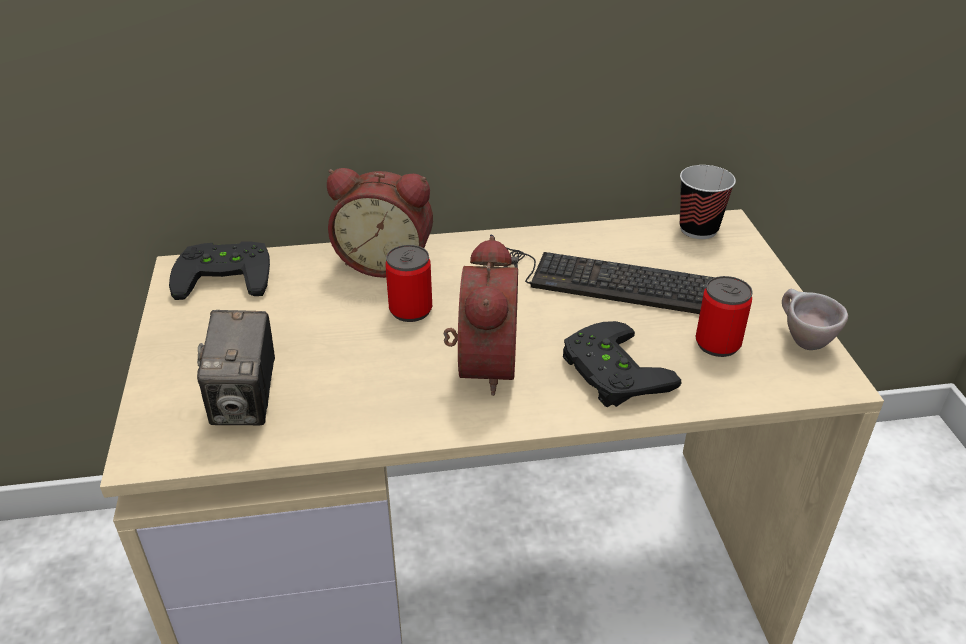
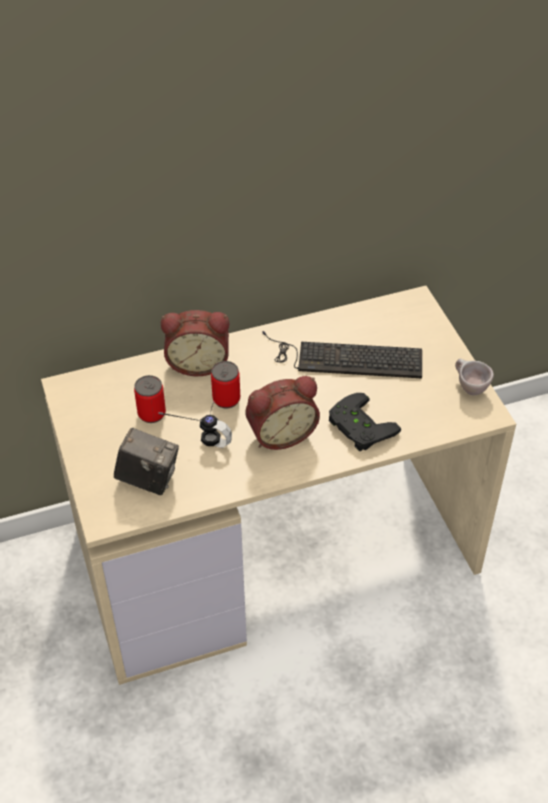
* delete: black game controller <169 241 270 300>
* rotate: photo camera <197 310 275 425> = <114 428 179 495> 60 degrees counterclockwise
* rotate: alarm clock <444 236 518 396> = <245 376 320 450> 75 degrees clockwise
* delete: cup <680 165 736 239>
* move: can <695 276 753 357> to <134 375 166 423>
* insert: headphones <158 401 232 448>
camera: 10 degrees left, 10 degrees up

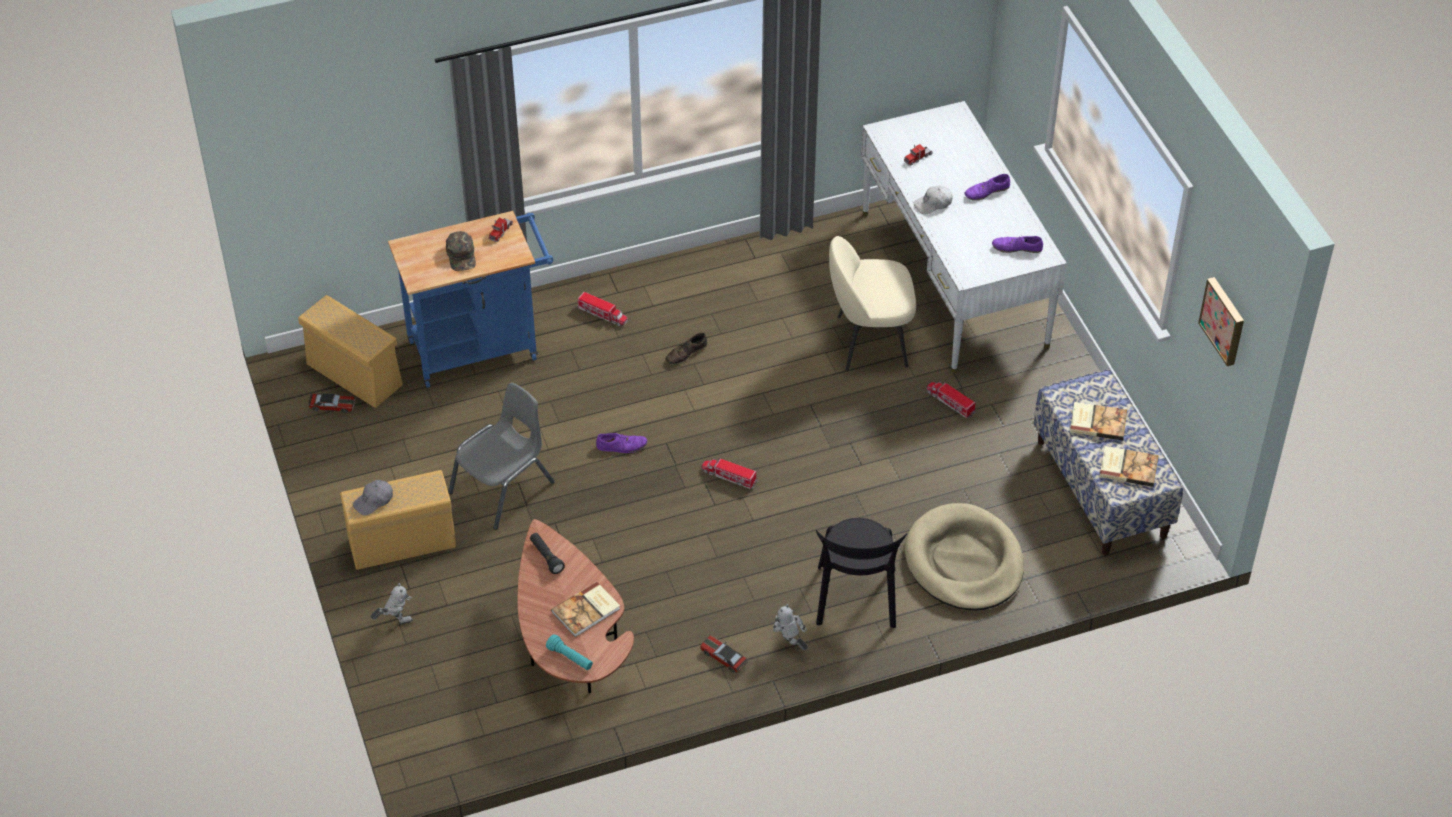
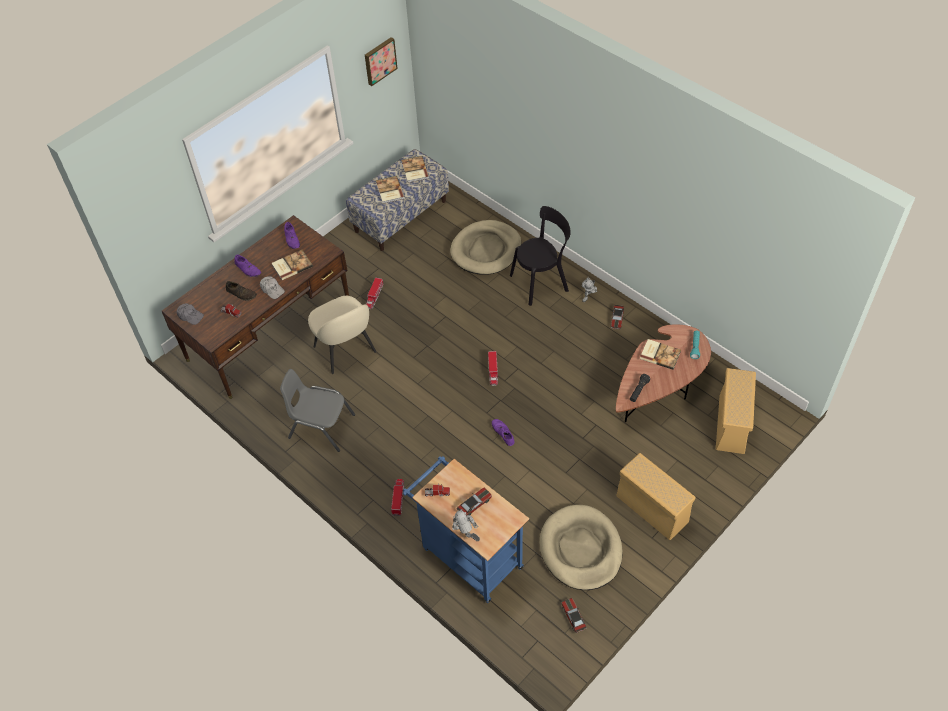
* move: beige storage box <298 295 403 408> to <716 368 756 454>
* move: grey cap <353 480 393 516> to <177 303 204 325>
* move: toy robot <371 583 412 624> to <452 509 480 541>
* replace: green cap <446 231 476 271> to toy car <457 488 492 516>
* move: grey chair <448 383 555 530> to <280 369 355 452>
* move: brown shoe <666 333 707 365> to <226 281 257 301>
* recolor: white desk <861 101 1067 373> to brown desk <162 215 349 399>
* insert: book <272 250 313 280>
* insert: beige dog bed <540 505 623 590>
camera: 115 degrees left, 5 degrees up

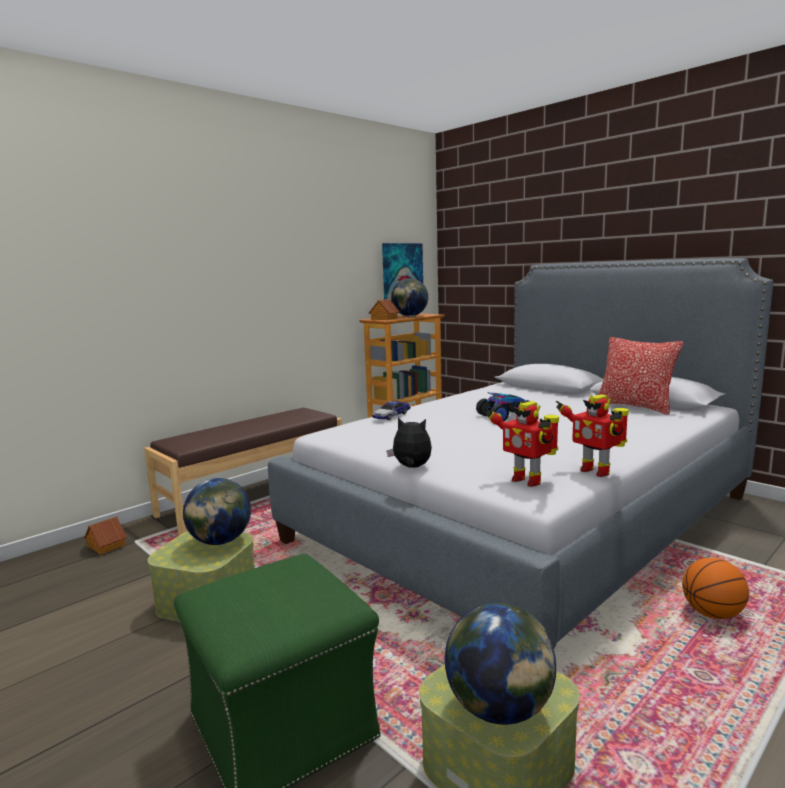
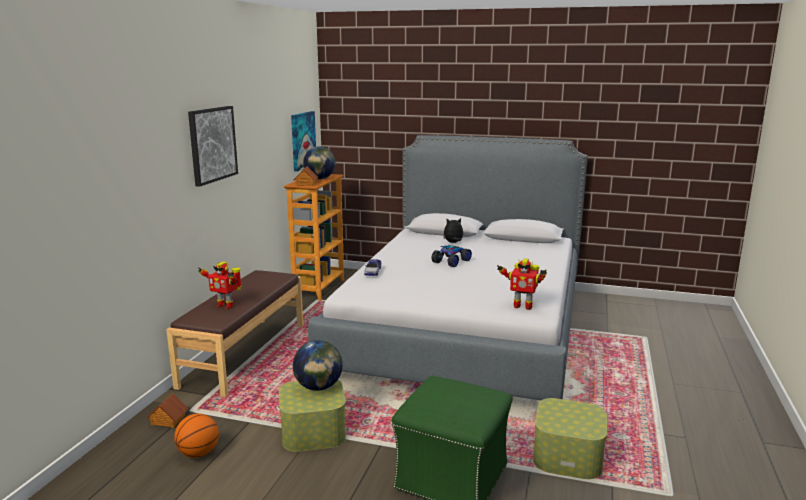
* move: plush toy <387 417 432 468> to <443 218 463 243>
* delete: globe <445 603 556 725>
* move: toy robot <556 394 629 477> to <198 261 242 309>
* delete: pillow <598 337 684 415>
* move: basketball <682 557 749 619> to <174 413 219 458>
* insert: picture <188 106 238 187>
camera: 30 degrees left, 5 degrees up

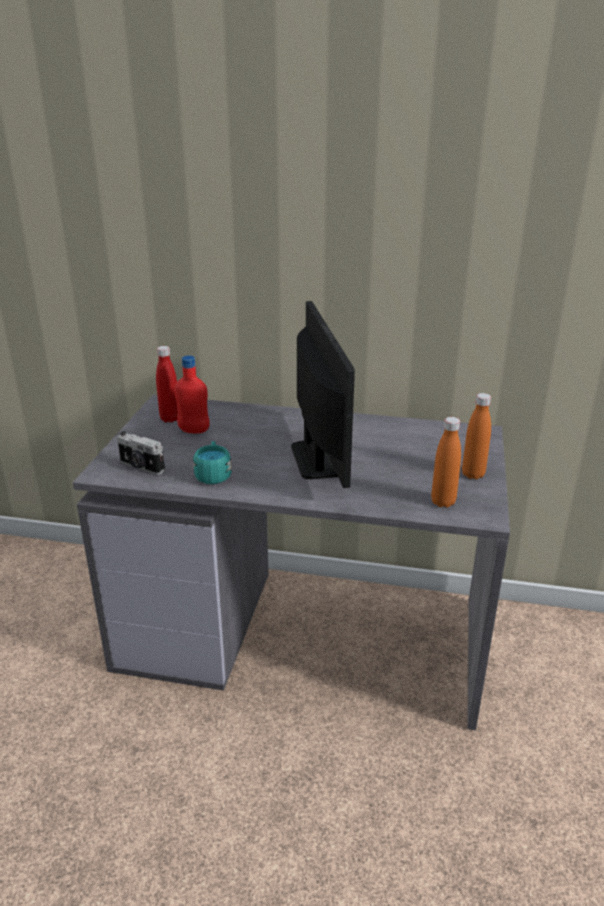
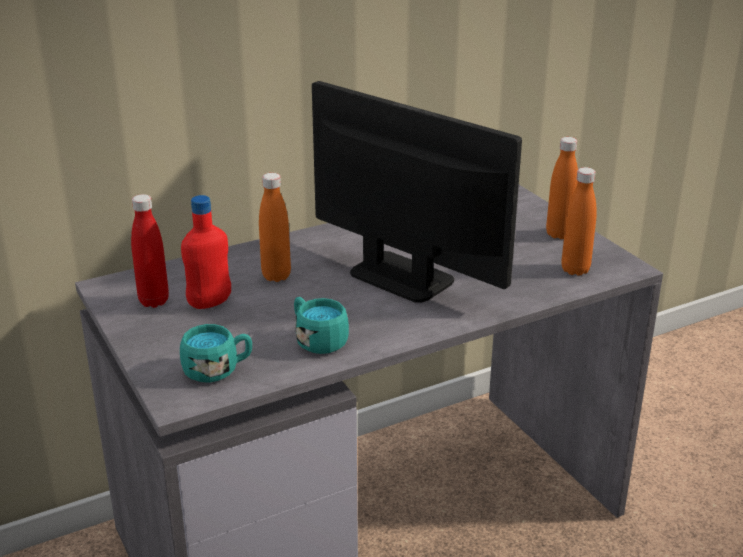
* replace: photo camera <117 431 165 475> to turquoise mug <180 324 252 382>
* insert: orange bottle <259 173 291 282>
camera: 40 degrees left, 0 degrees up

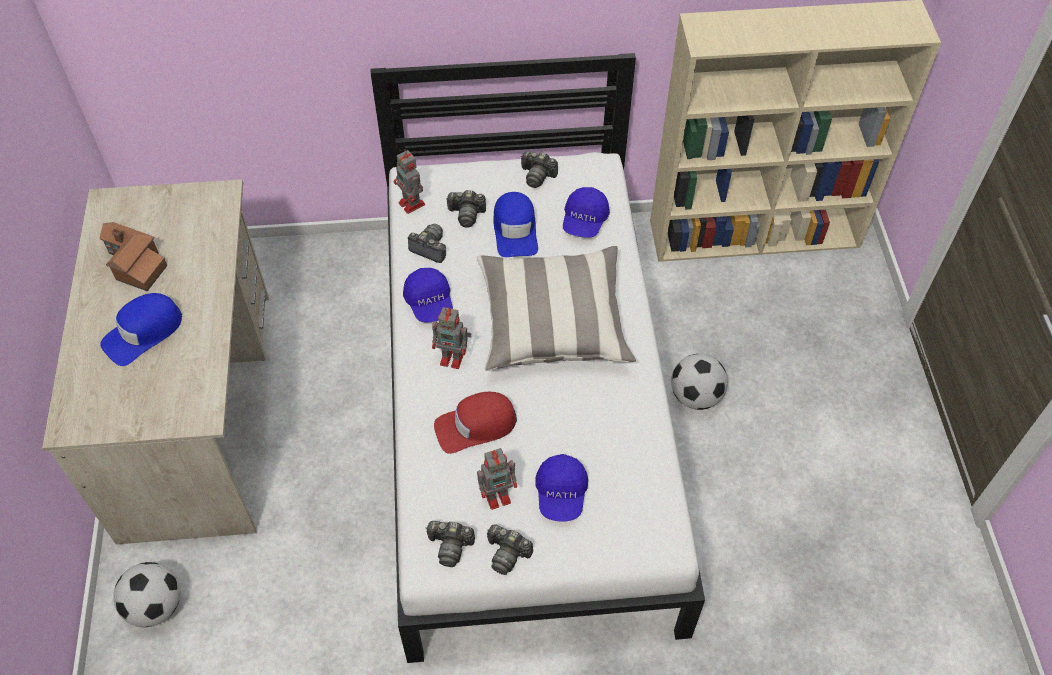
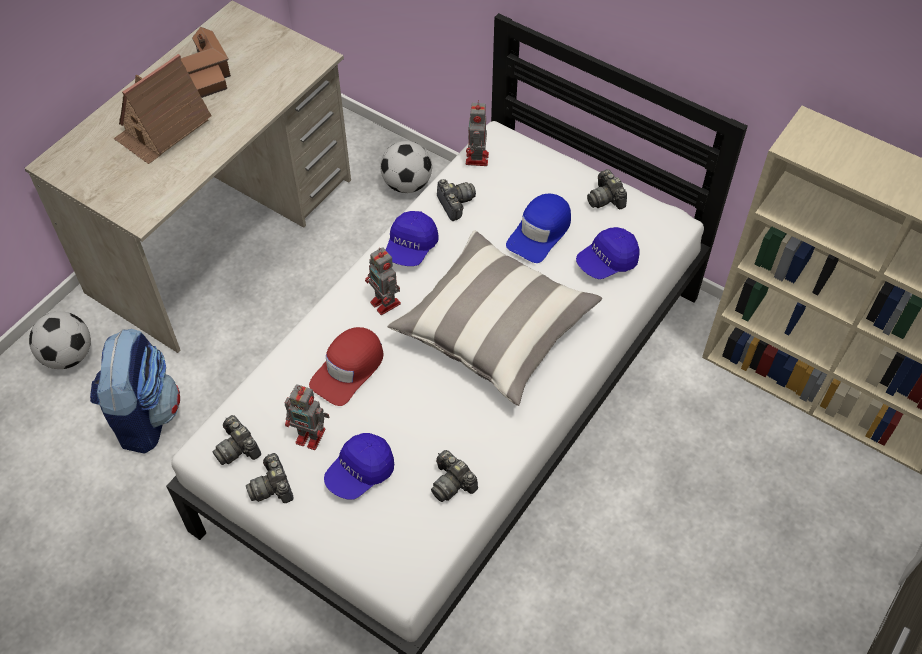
* replace: blue cap <100 293 182 366> to toy house <114 54 211 164>
* rotate: red cap <434 392 517 454> = <309 327 384 406> 75 degrees counterclockwise
* move: photo camera <446 190 486 228> to <431 450 478 502>
* move: football <671 354 728 410> to <380 141 432 193>
* insert: backpack <90 329 180 454>
camera: 40 degrees right, 0 degrees up

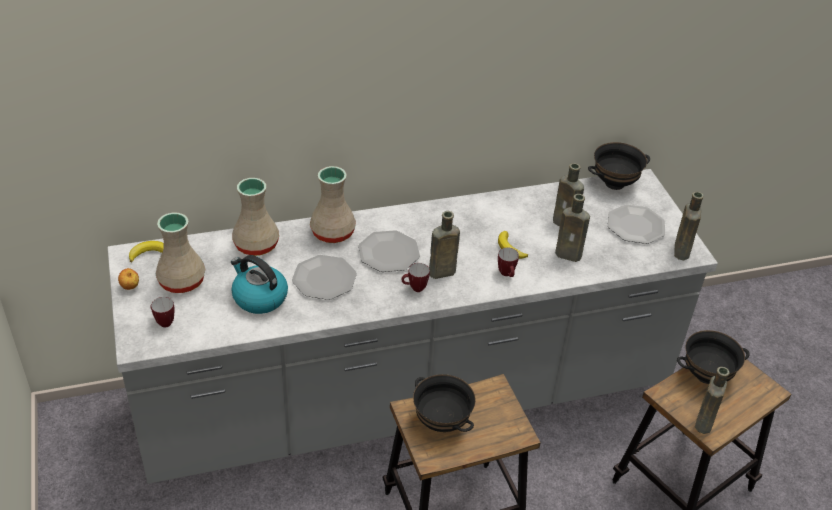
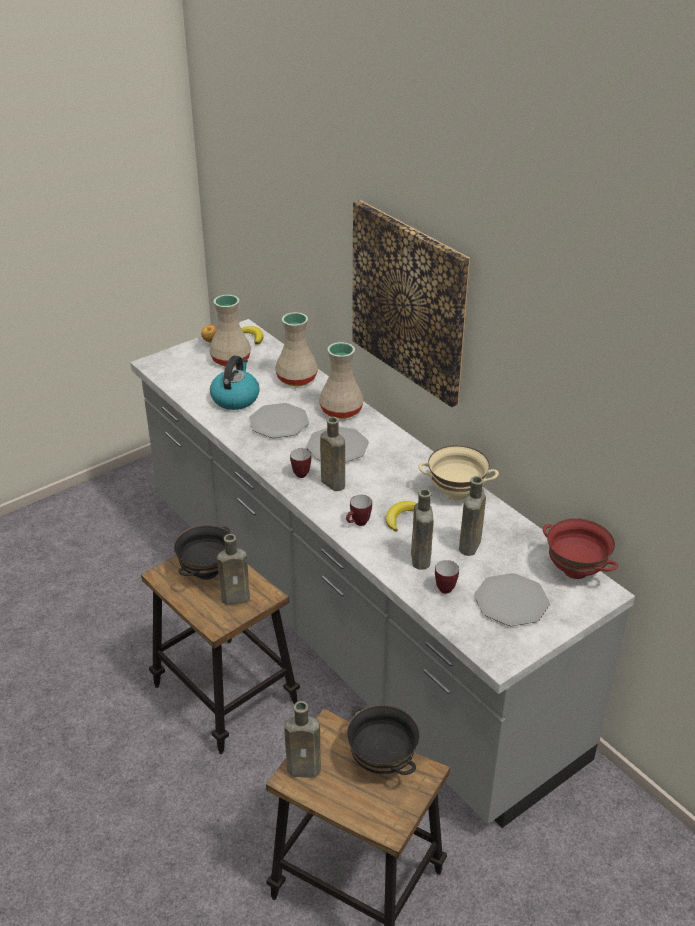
* move: mug <150 297 175 328> to <435 560 459 594>
* recolor: black bowl <588 142 650 190> to red bowl <543 518 618 579>
* move: brown bottle <674 192 704 260> to <217 534 250 605>
* insert: picture <352 200 470 407>
* insert: beige bowl <418 445 499 500>
camera: 70 degrees right, 5 degrees down

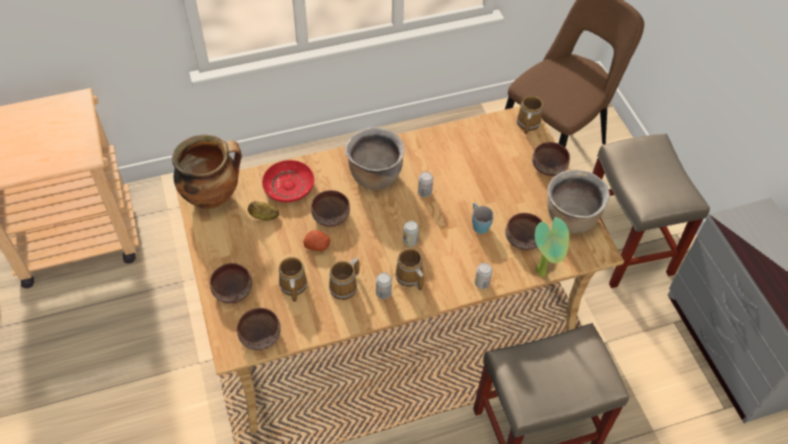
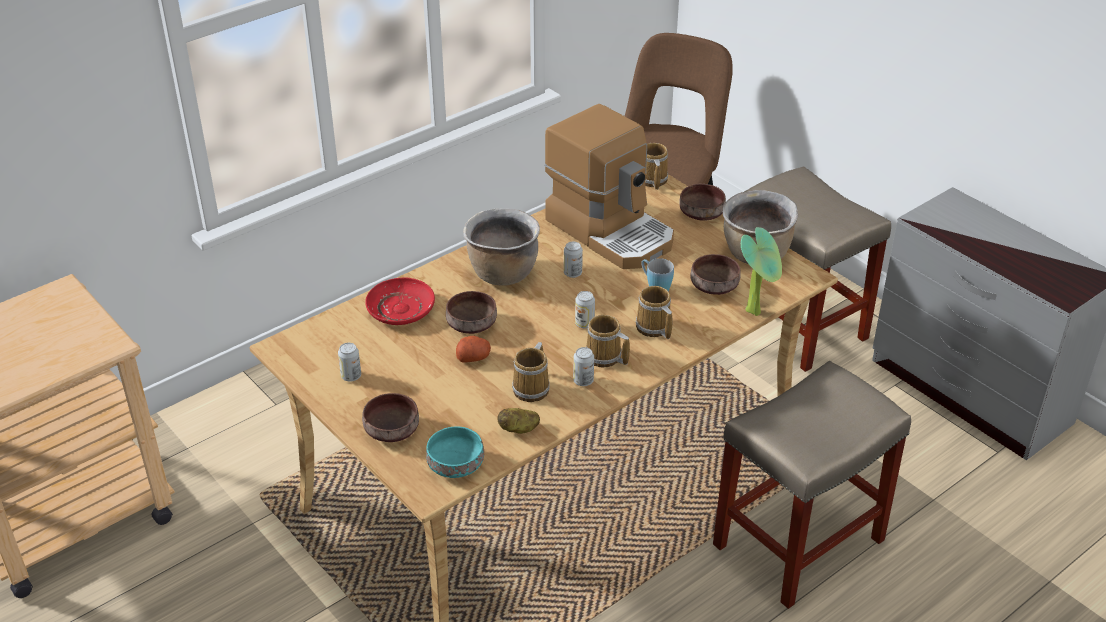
* delete: cooking pot <172 135 242 209>
* recolor: brown bowl <237 308 281 350> to turquoise bowl <426 426 484 478>
* move: potato <248 201 279 221> to <497 408 540 434>
* move: mug <278 257 307 302> to <636 286 673 339>
* move: can <475 263 493 289> to <338 343 361 382>
* insert: coffee machine <544 104 674 269>
camera: 20 degrees left, 15 degrees down

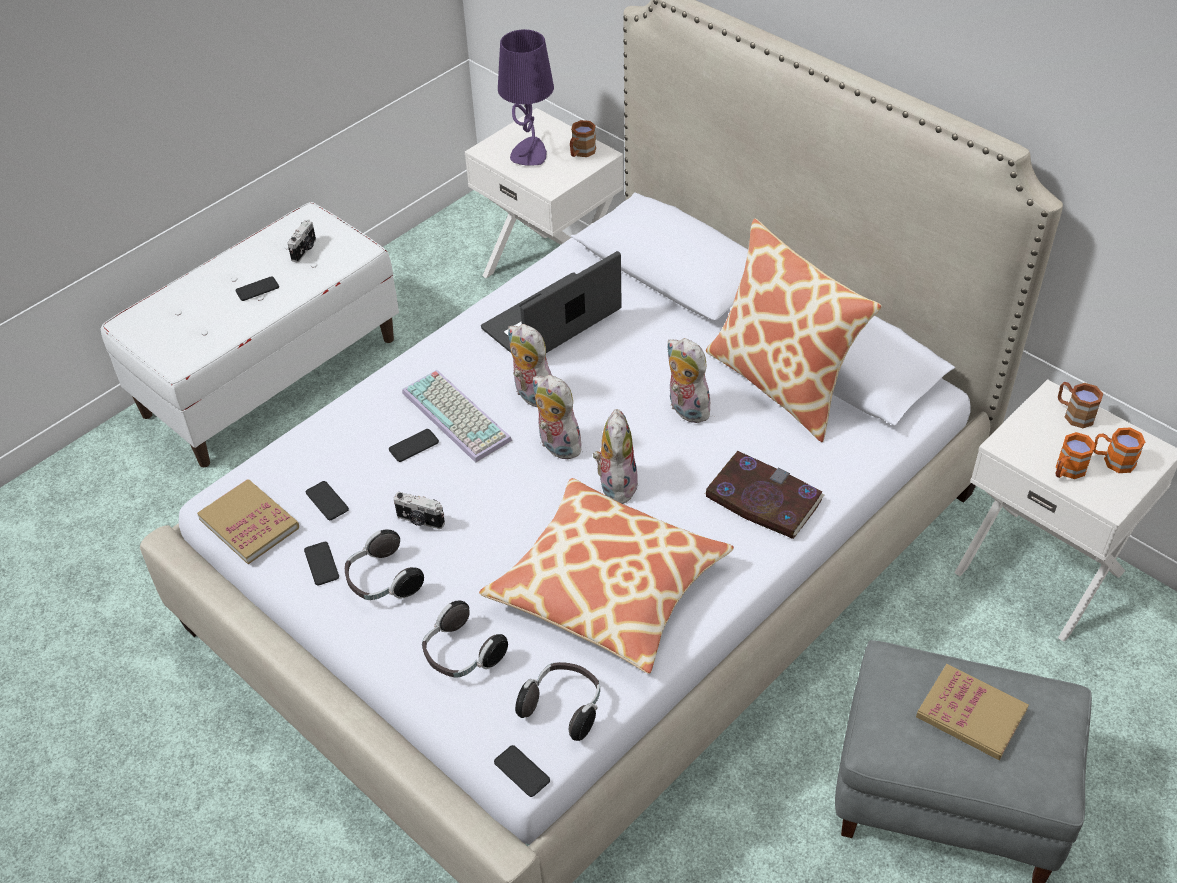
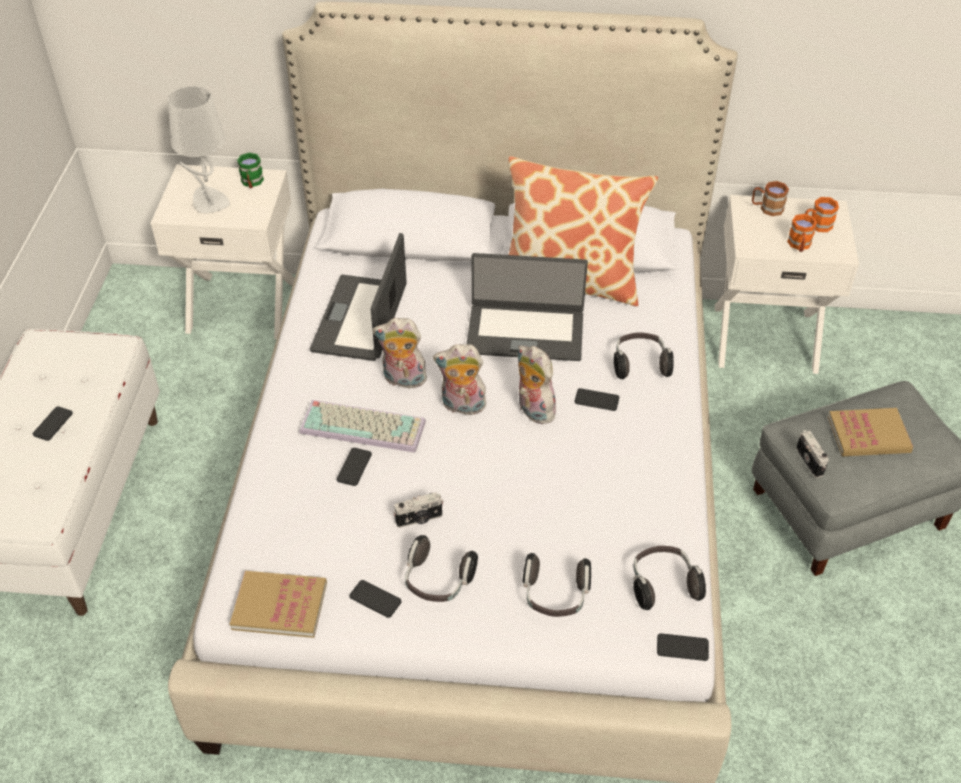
* move: photo camera <287 219 316 263> to <796 430 829 478>
* move: phone <306 481 349 520> to <575 388 619 411>
* delete: pillow <479 478 734 674>
* recolor: purple table lamp <498 29 554 166> to grey table lamp <168 86 230 213>
* recolor: brown mug <570 120 596 157> to green mug <237 153 264 188>
* replace: plush toy <667 338 710 423> to laptop <467 253 588 361>
* replace: book <704 451 825 539> to headphones <614 332 674 379>
camera: 40 degrees left, 0 degrees up

